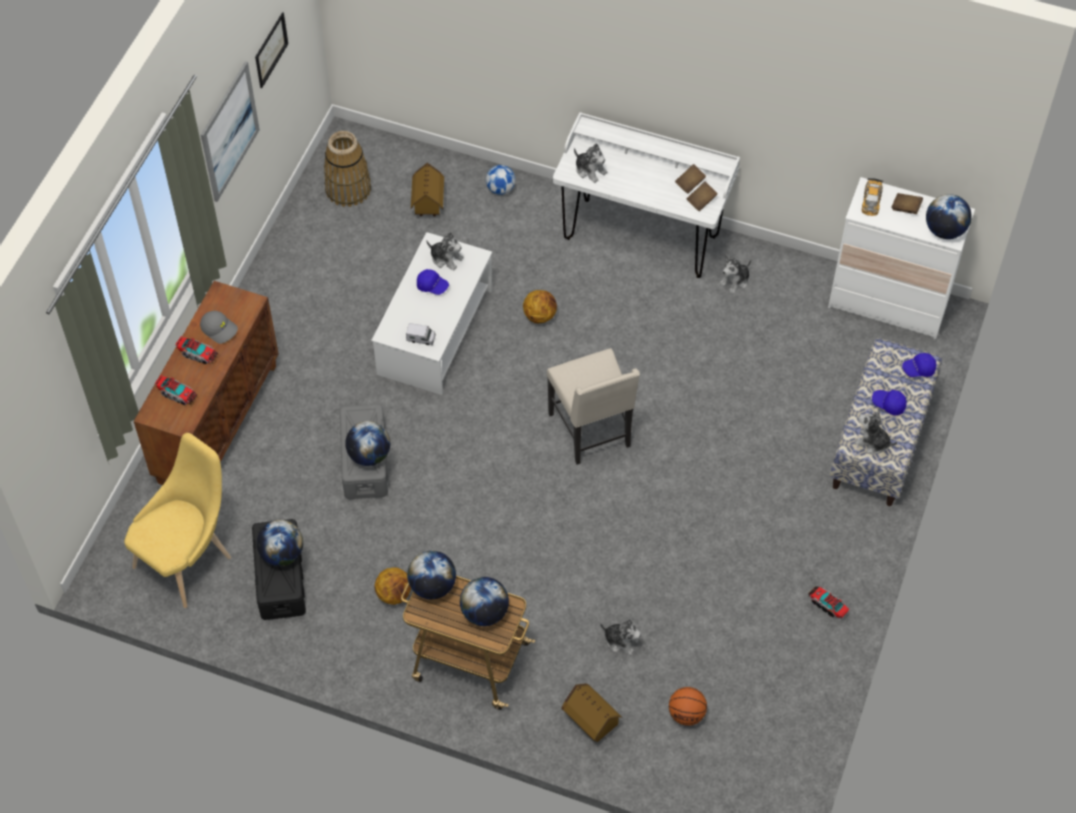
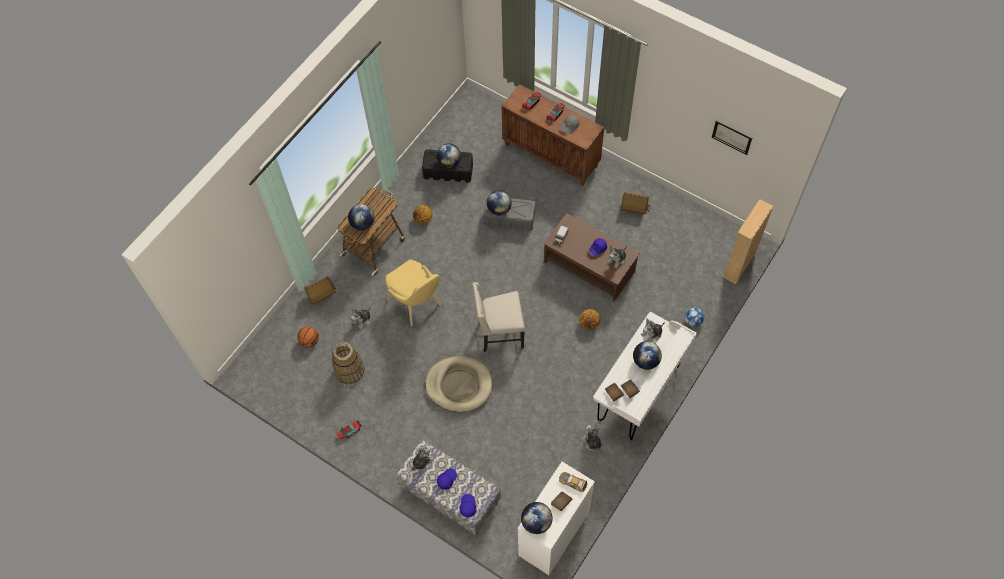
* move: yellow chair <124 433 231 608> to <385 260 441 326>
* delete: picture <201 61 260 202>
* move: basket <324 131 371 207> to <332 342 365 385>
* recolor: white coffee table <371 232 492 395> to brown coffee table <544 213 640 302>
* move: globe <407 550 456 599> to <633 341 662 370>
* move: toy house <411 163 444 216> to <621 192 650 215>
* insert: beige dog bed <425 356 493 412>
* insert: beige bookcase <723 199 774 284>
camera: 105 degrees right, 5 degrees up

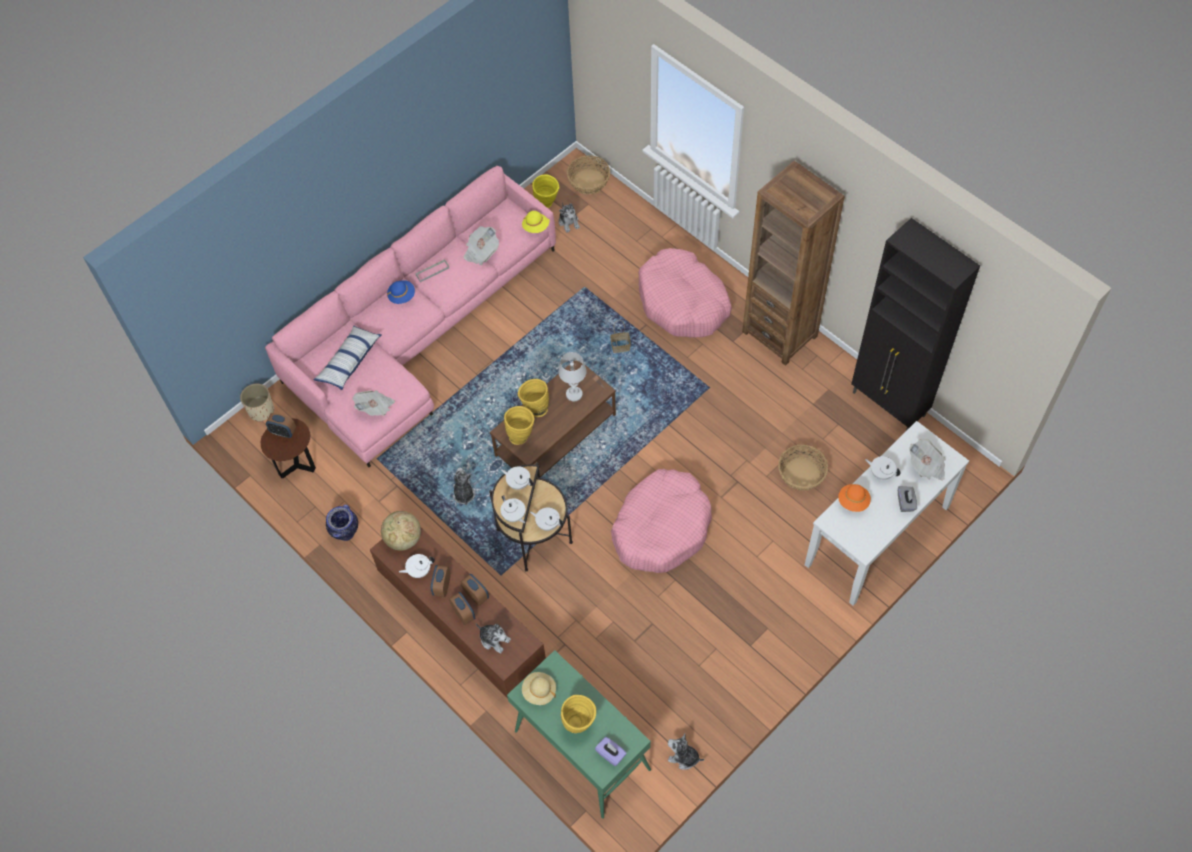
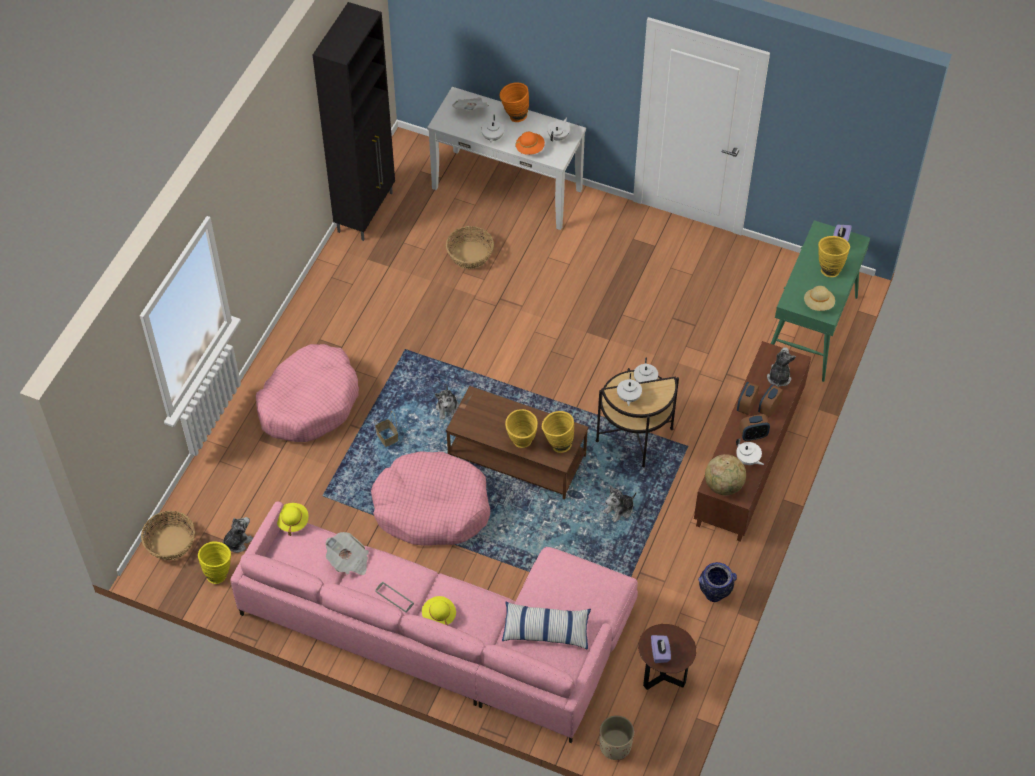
* replace: alarm clock <266 413 296 438> to purple tissue box <651 635 671 663>
* delete: newspaper <352 390 395 416>
* recolor: blue hat <387 280 415 304> to yellow hat <422 596 456 625>
* move: white teapot <501 495 526 523> to <547 117 570 141>
* delete: white table lamp <559 352 587 401>
* move: pink dog bed <611 469 712 573> to <371 451 490 546>
* move: plush toy <668 733 705 770> to <435 385 459 420>
* delete: brown bookcase <742 161 845 366>
* replace: grey tissue box <898 486 917 512> to orange vase <500 82 529 122>
camera: 115 degrees left, 5 degrees down

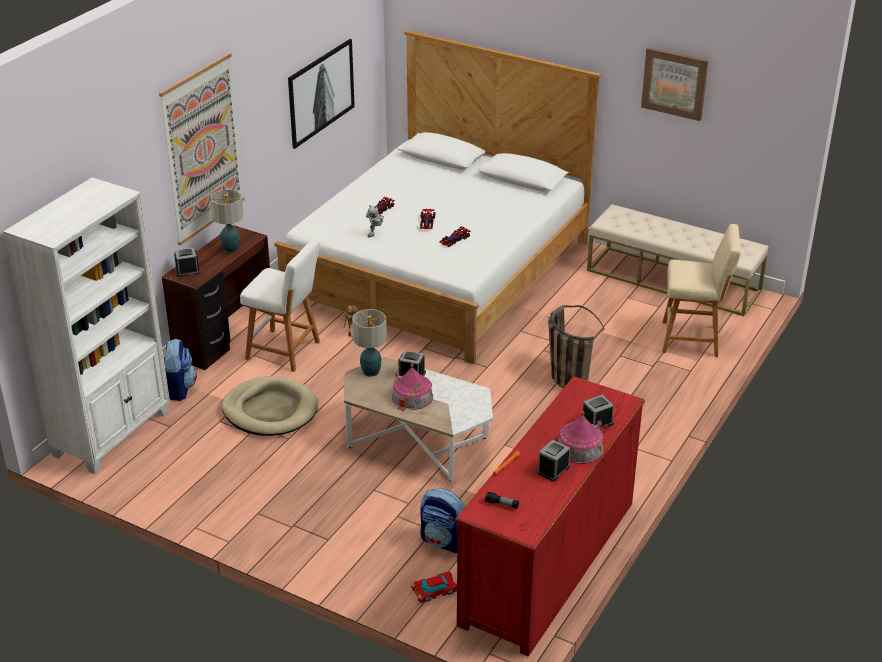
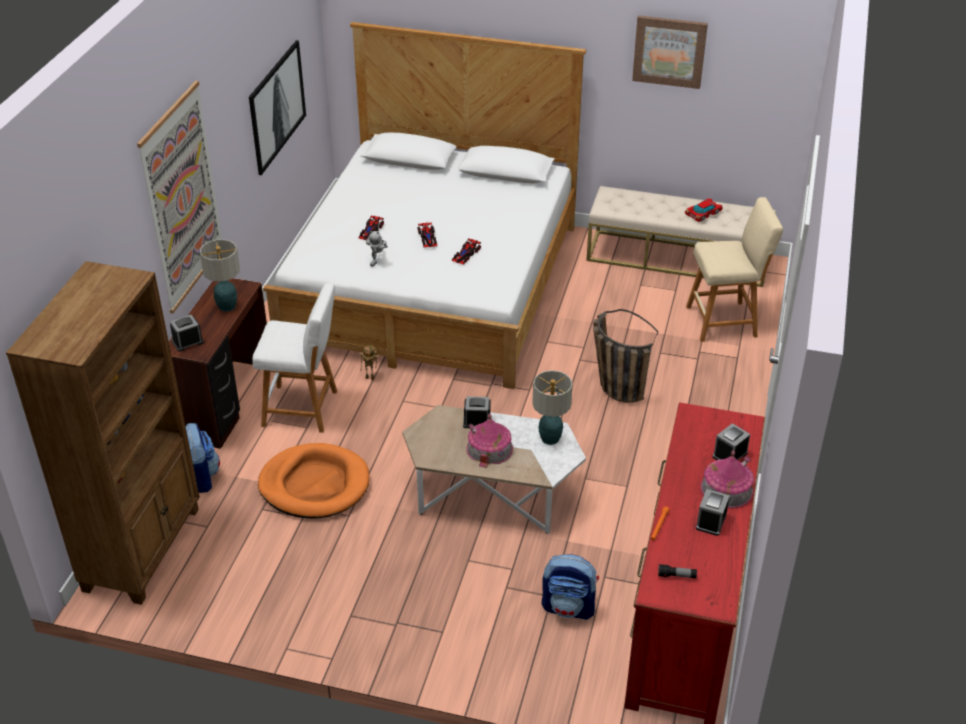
* recolor: white bookcase <3 177 170 474> to brown bookcase <6 261 200 605>
* recolor: beige dog bed <221 376 318 436> to orange dog bed <258 443 369 518>
* move: table lamp <352 309 387 377> to <532 370 573 445>
* move: toy car <411 572 457 603> to <685 199 723 222>
camera: 15 degrees left, 5 degrees up

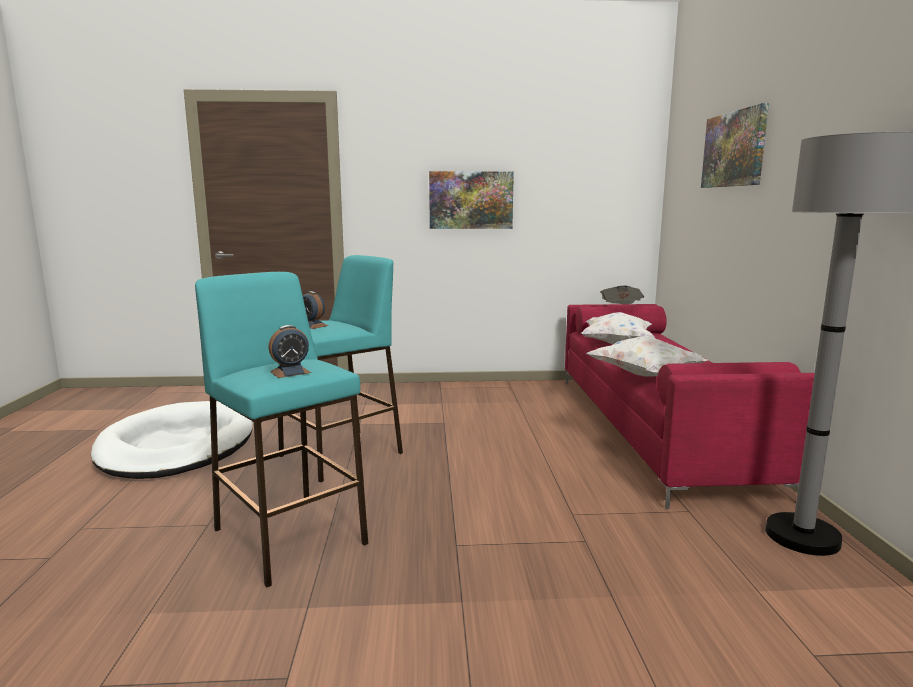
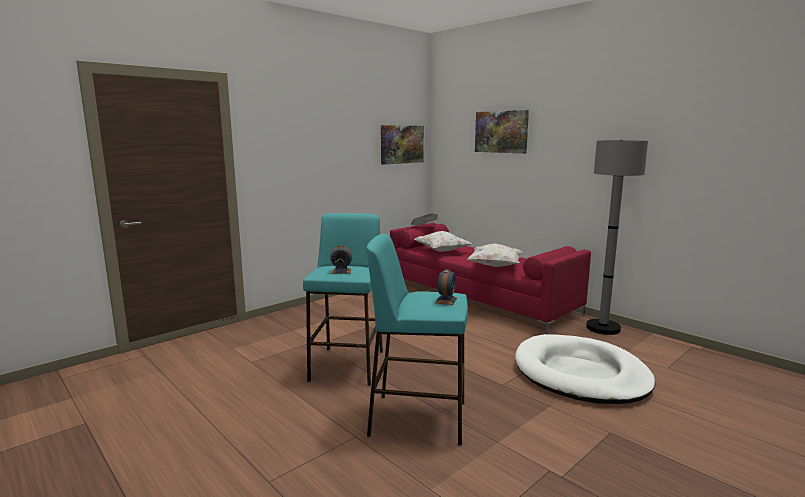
* move: white dog bed <91 401 253 479> to <515 334 655 404>
* move: picture <429 171 514 229> to <381 125 424 164>
camera: 40 degrees left, 0 degrees up

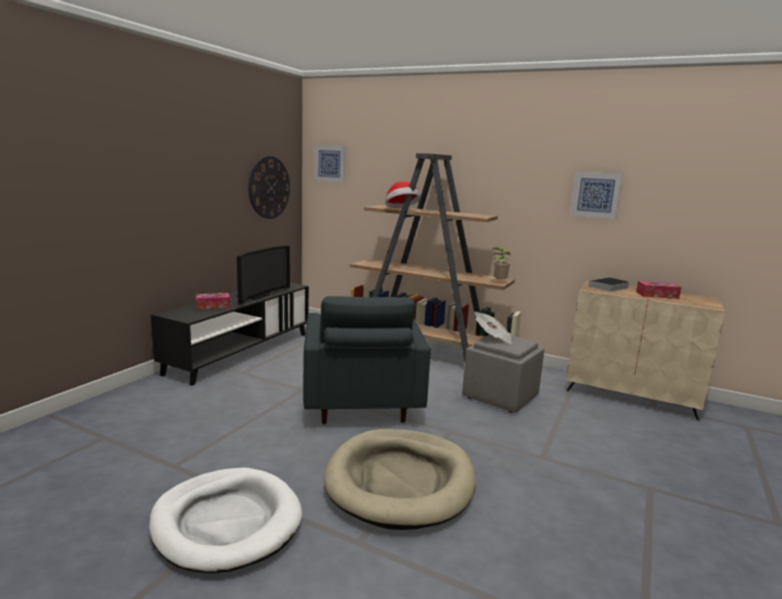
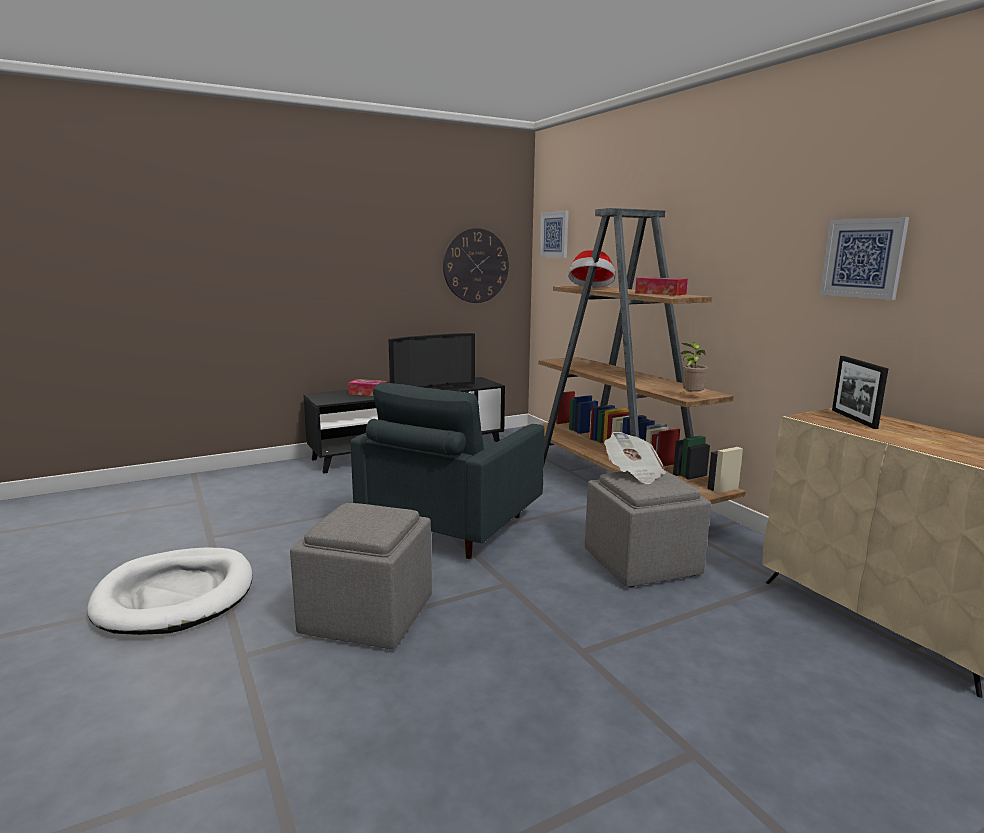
* replace: beige dog bed <324 429 476 530> to grey ottoman <290 503 432 649>
* replace: book <587 277 629 292> to picture frame <832 356 888 429>
* move: tissue box <636 281 681 299> to <635 277 688 296>
camera: 35 degrees right, 0 degrees up

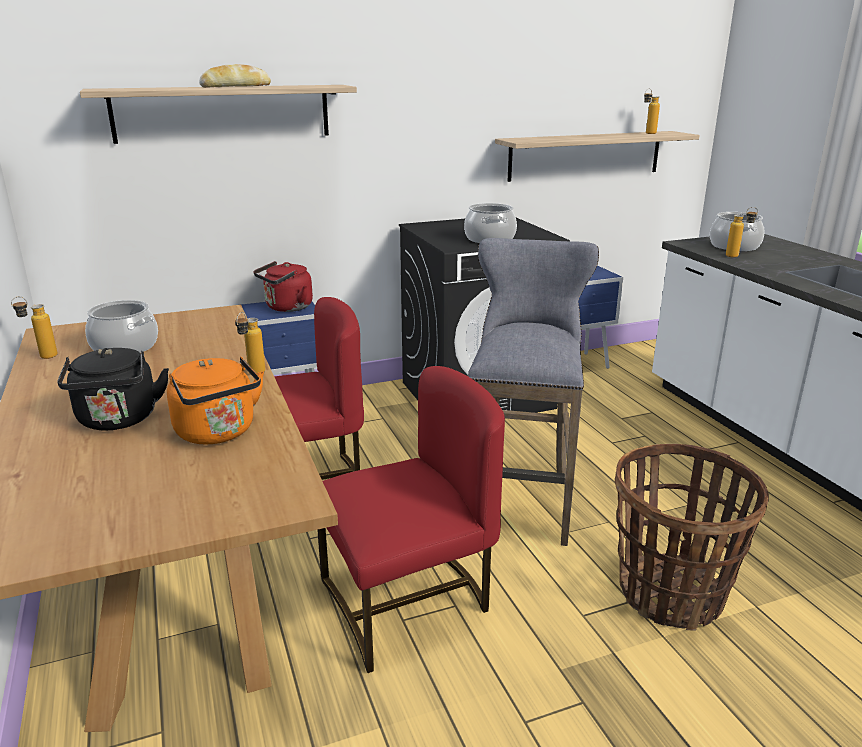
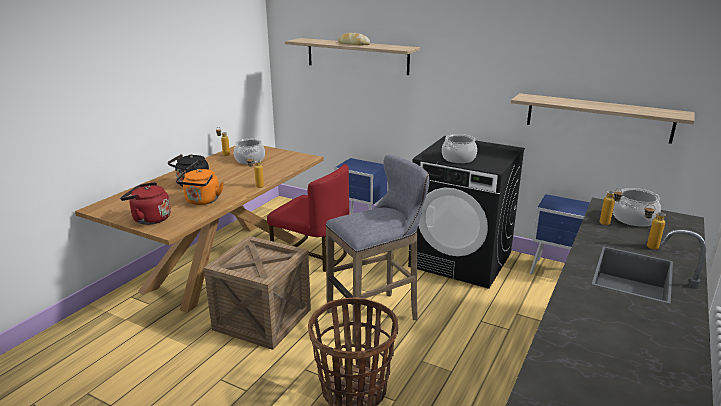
* move: red kettle <253 261 313 312> to <120 182 171 225>
* replace: red chair <317 366 505 673> to crate <204 236 311 350>
* move: bottle <644 88 660 134> to <644 205 666 249>
camera: 50 degrees right, 0 degrees up

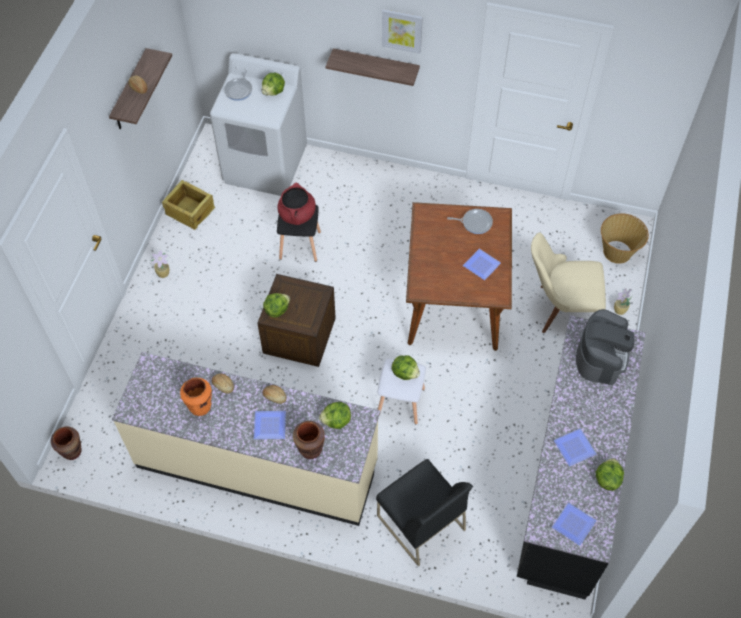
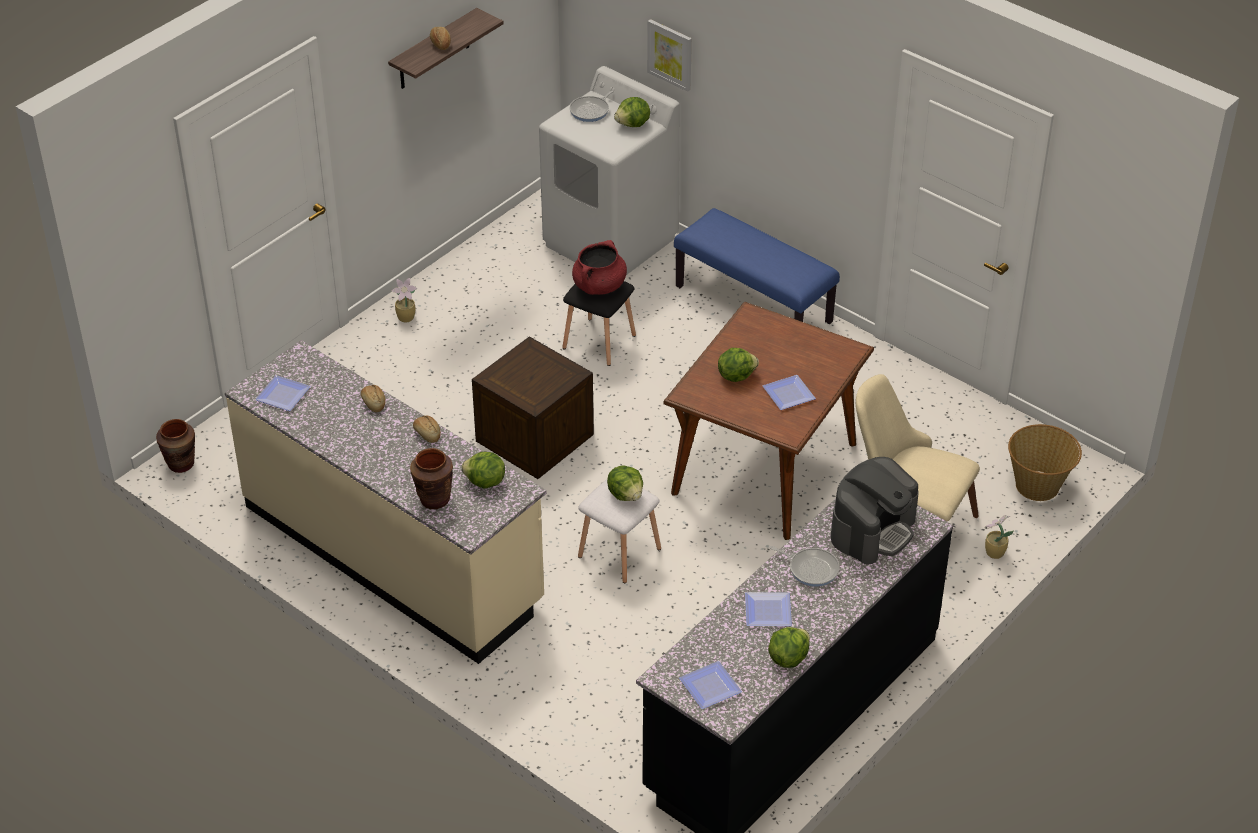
* delete: crate <162 180 215 230>
* delete: orange vase <180 378 212 416>
* move: plate <254 411 286 439> to <255 375 311 411>
* move: lettuce <263 293 290 317> to <718 348 759 382>
* delete: shelf <325 48 420 86>
* delete: black chair <376 459 473 567>
* move: picture <382 9 423 54> to <647 19 692 92>
* move: frying pan <447 209 493 234> to <770 546 840 587>
* insert: blue bench <674 208 840 324>
camera: 25 degrees right, 15 degrees down

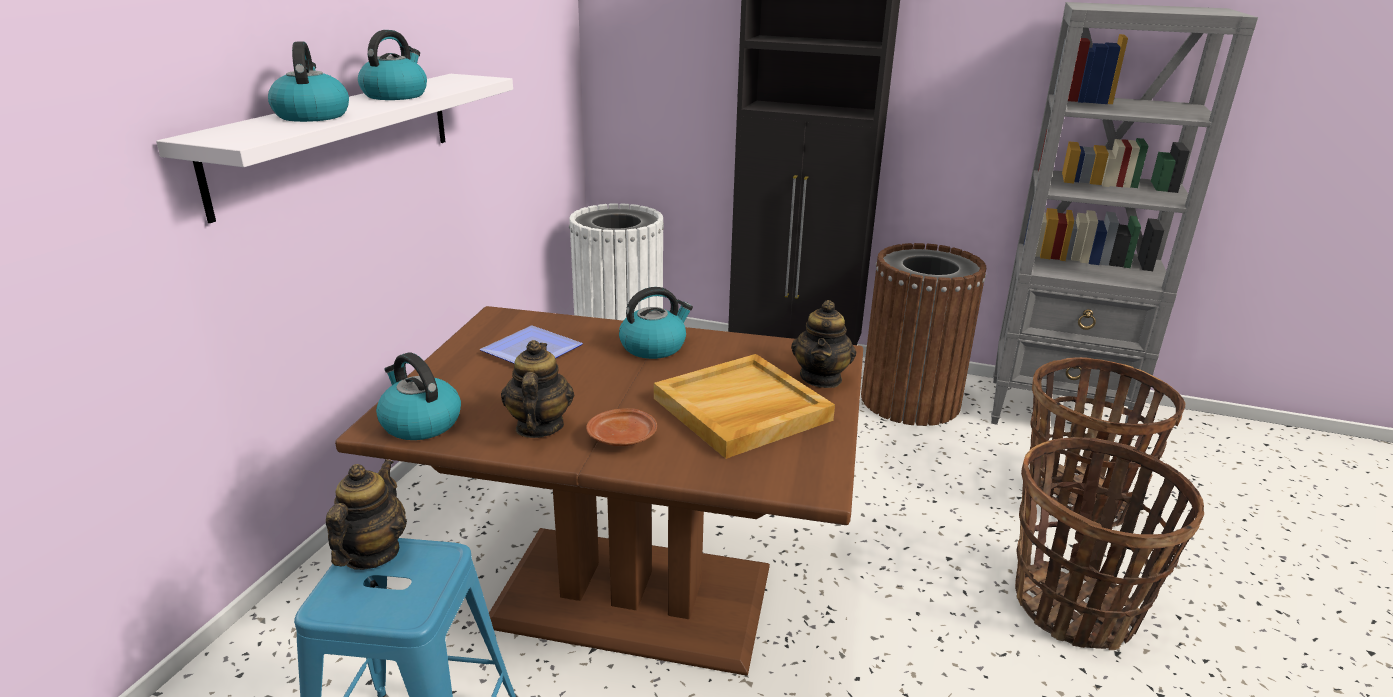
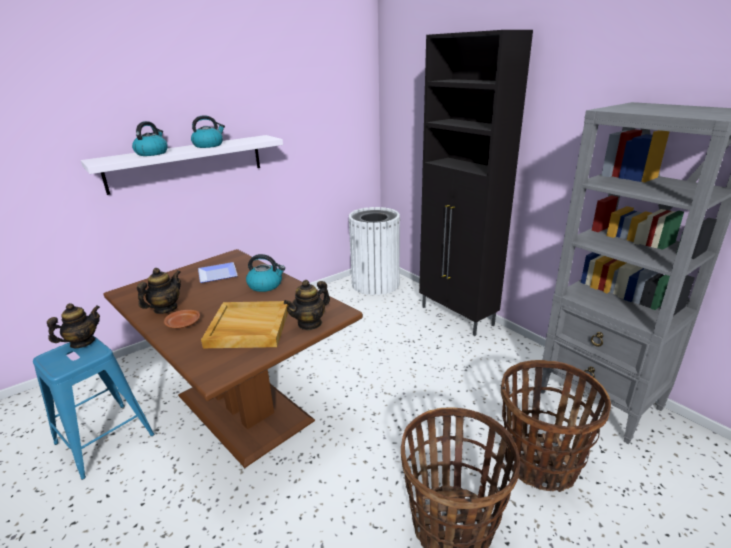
* delete: kettle <376 352 461 440>
* delete: brown trash can <861 243 986 426>
camera: 35 degrees right, 0 degrees up

